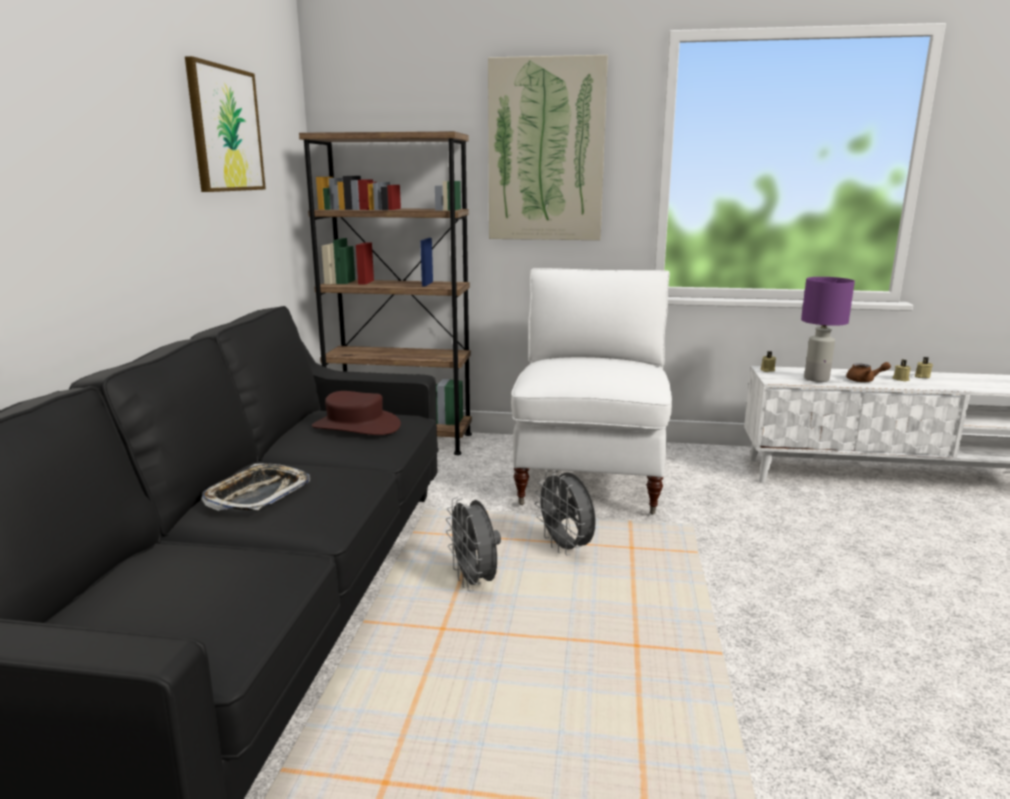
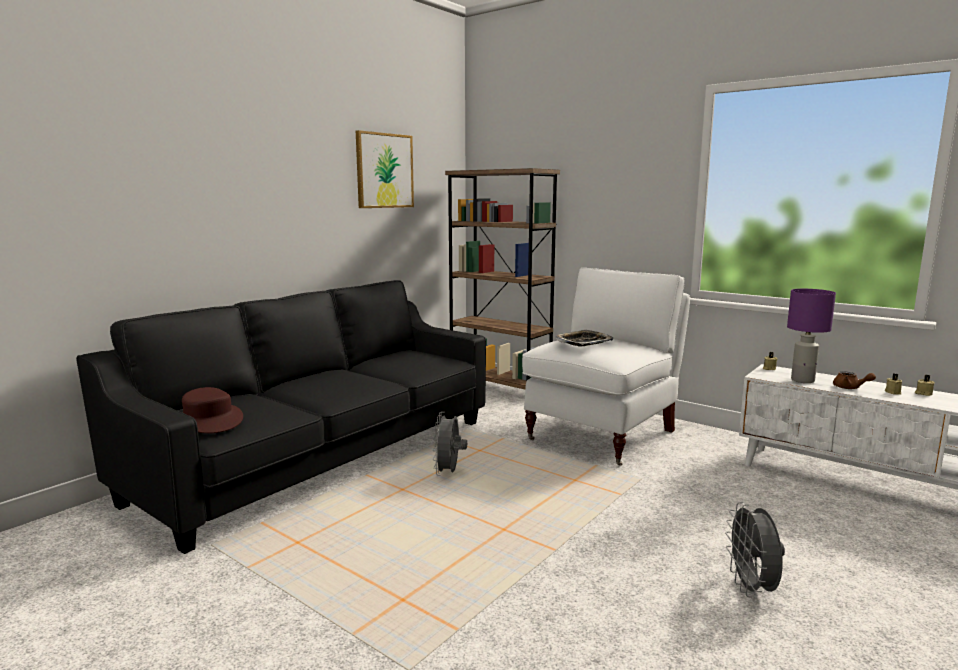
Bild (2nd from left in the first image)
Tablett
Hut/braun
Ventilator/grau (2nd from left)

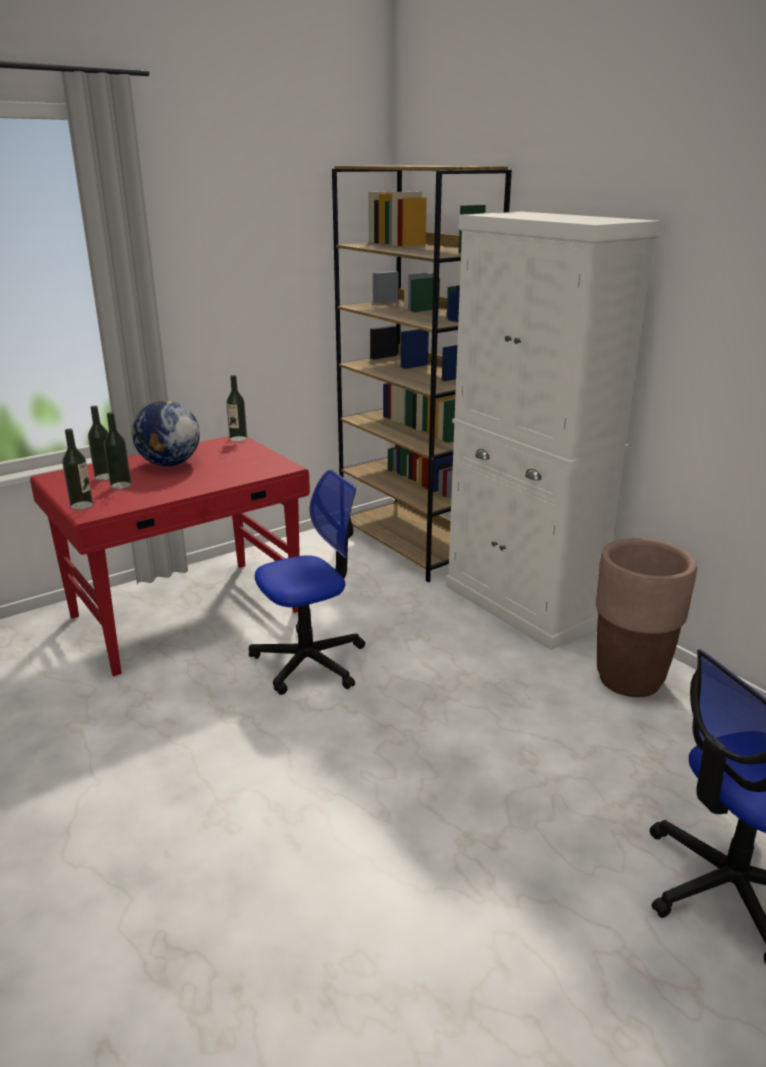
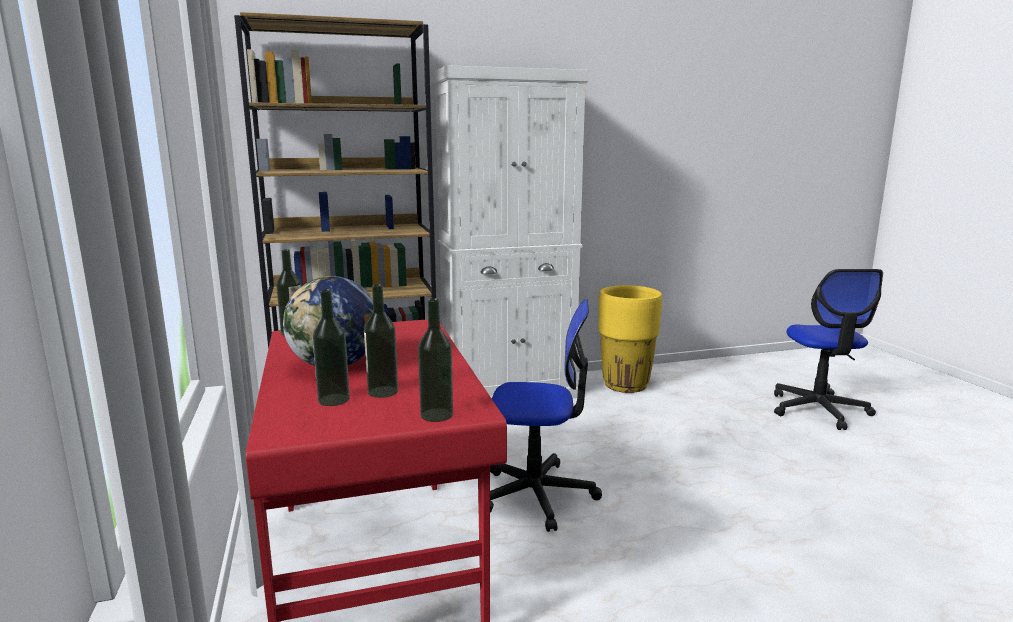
Pflanzkübel/gelb
Bürostuhl (1st from left)

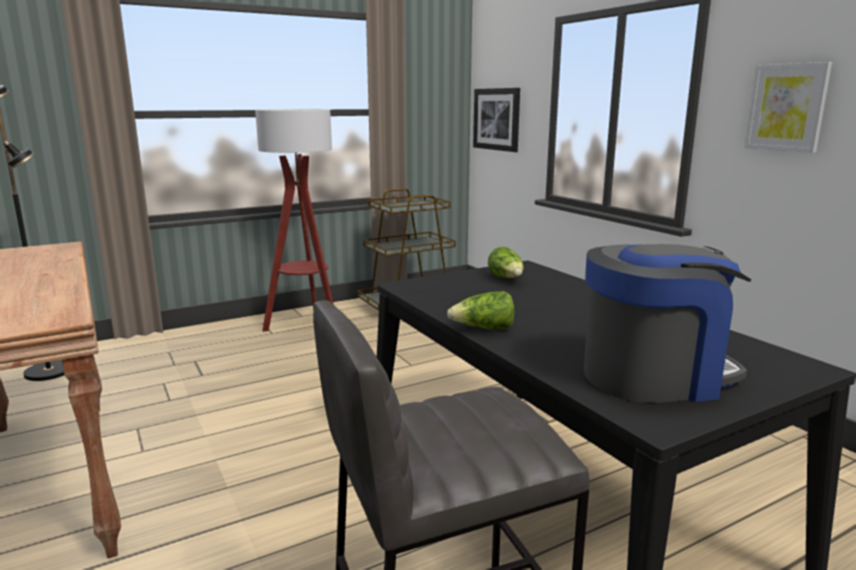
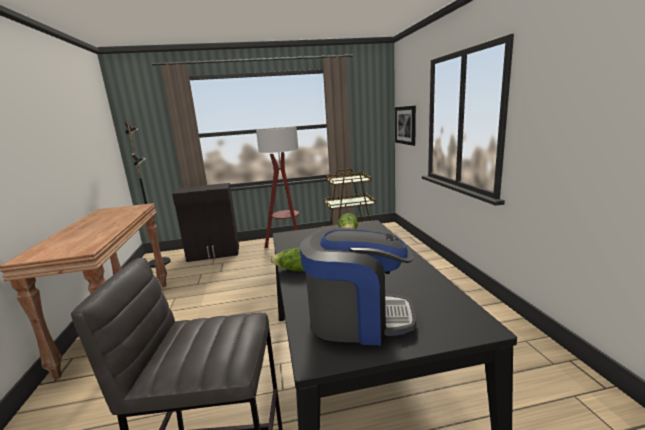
Bild (2nd from left in the first image)
Schrank/schwarz

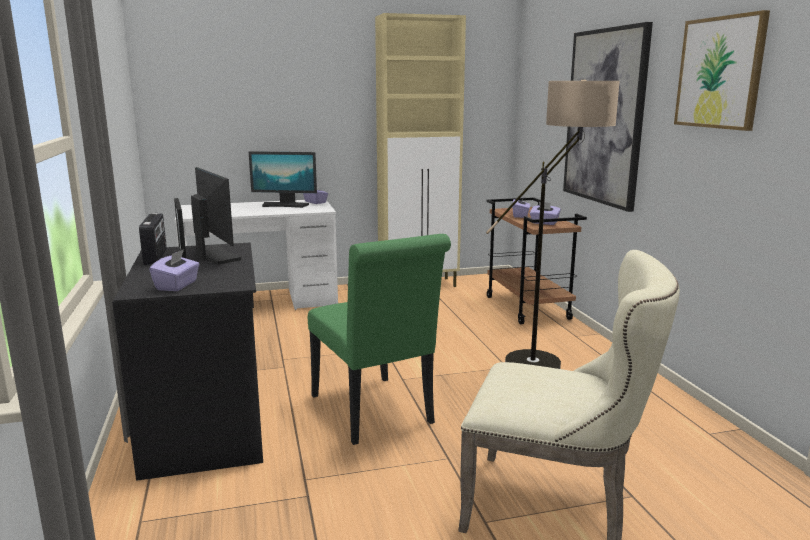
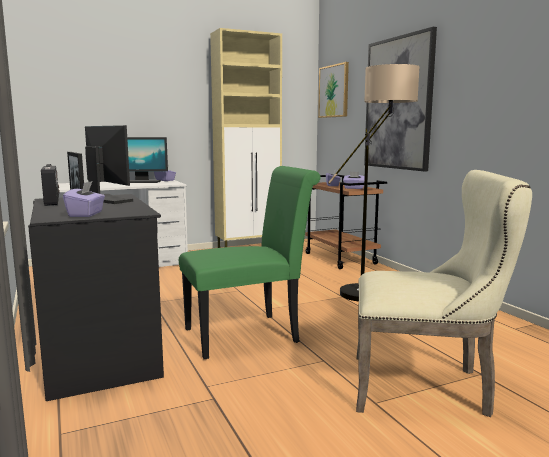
Bild (1st from left)
Stuhl/grün

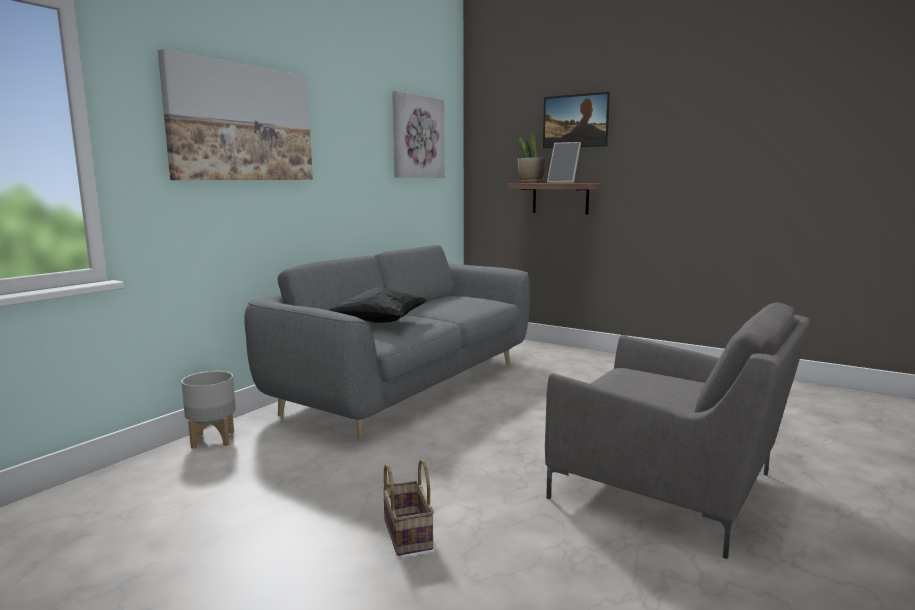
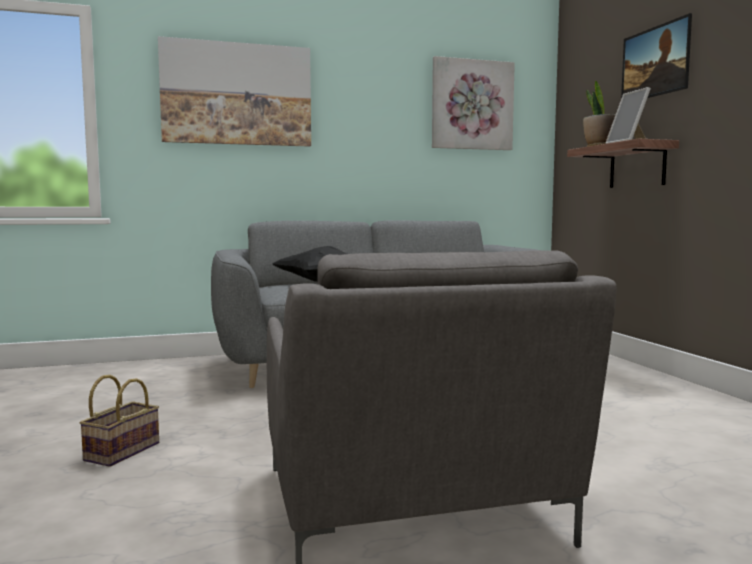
Pflanzkübel/grau

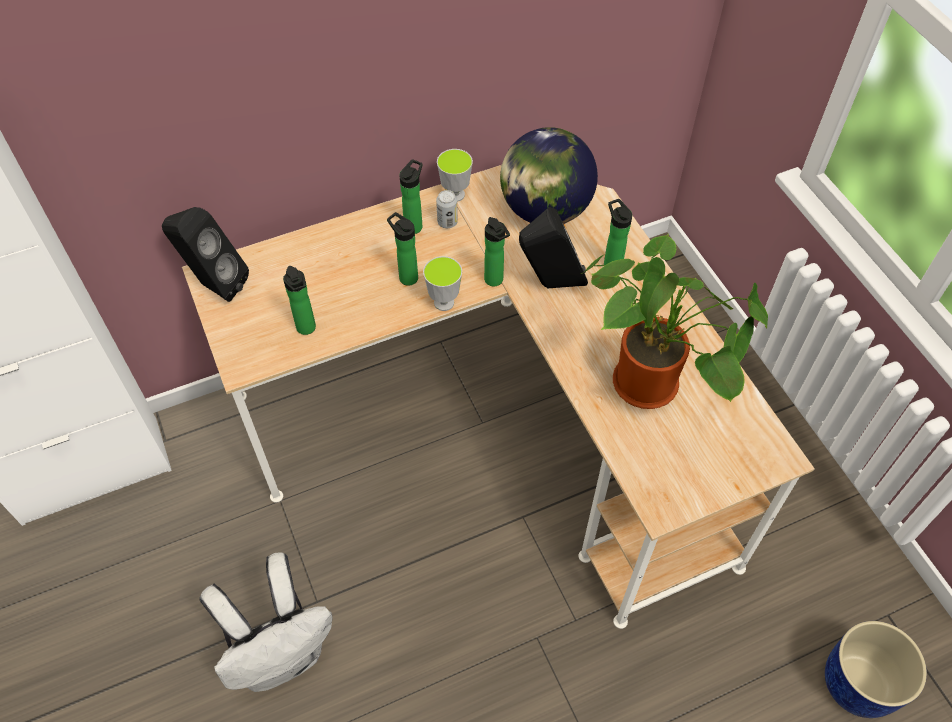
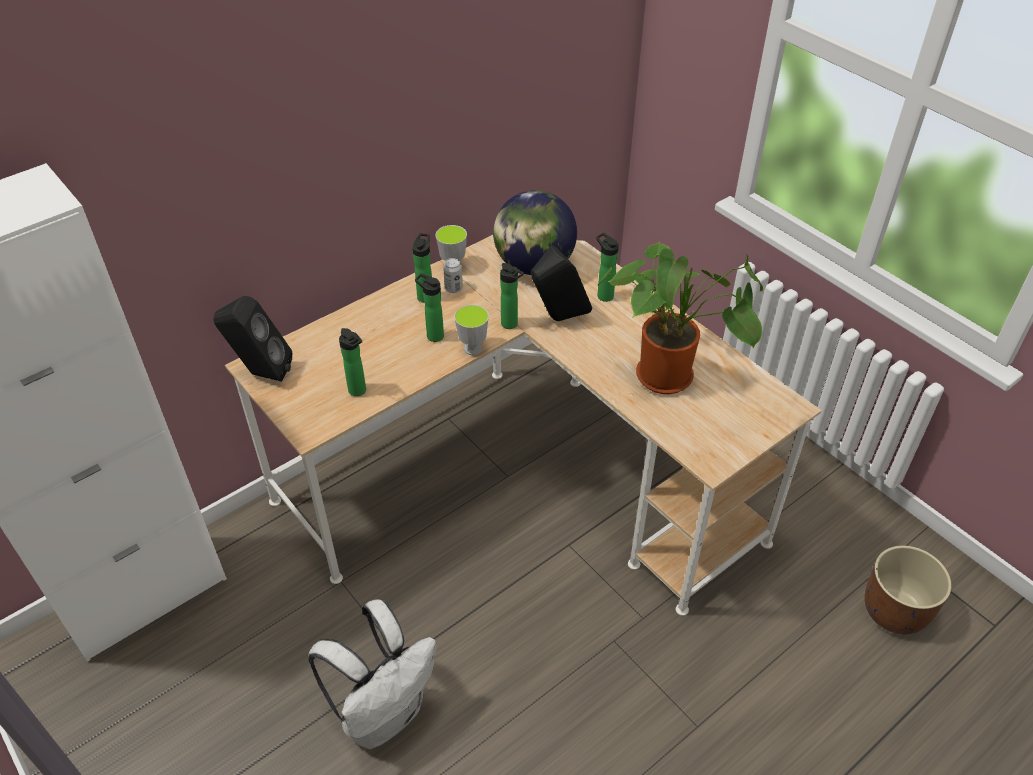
Pflanzkübel/braun

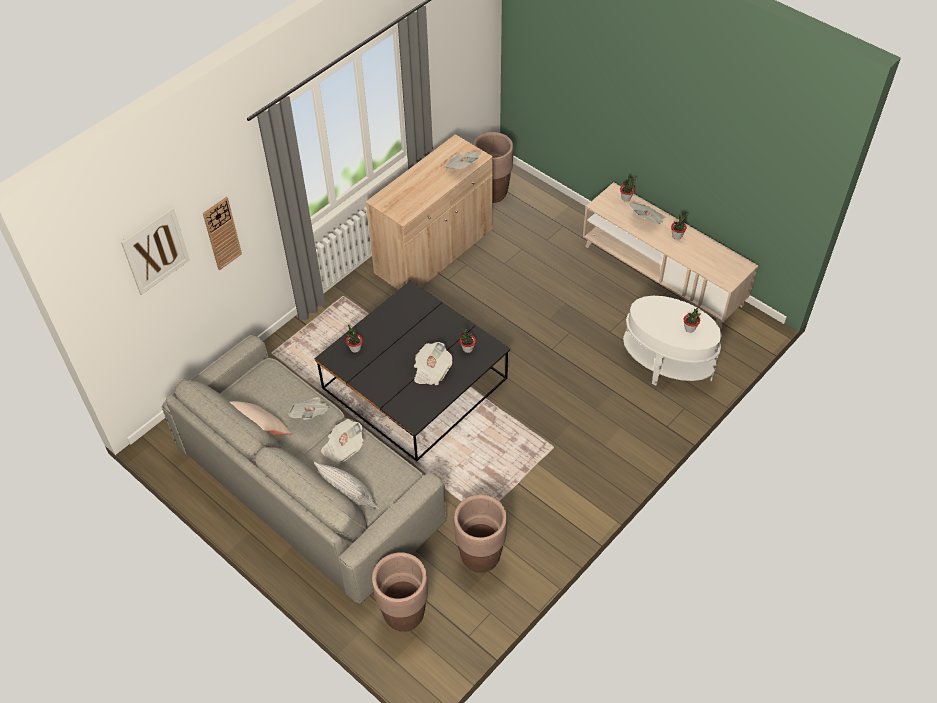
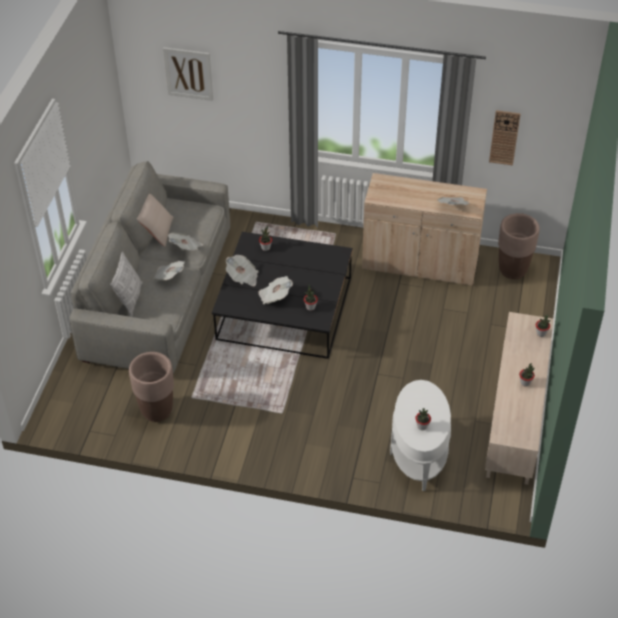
Pflanzkübel/braun (1st from left in the first image)
Wanduhr
Zeitung (3rd from left)

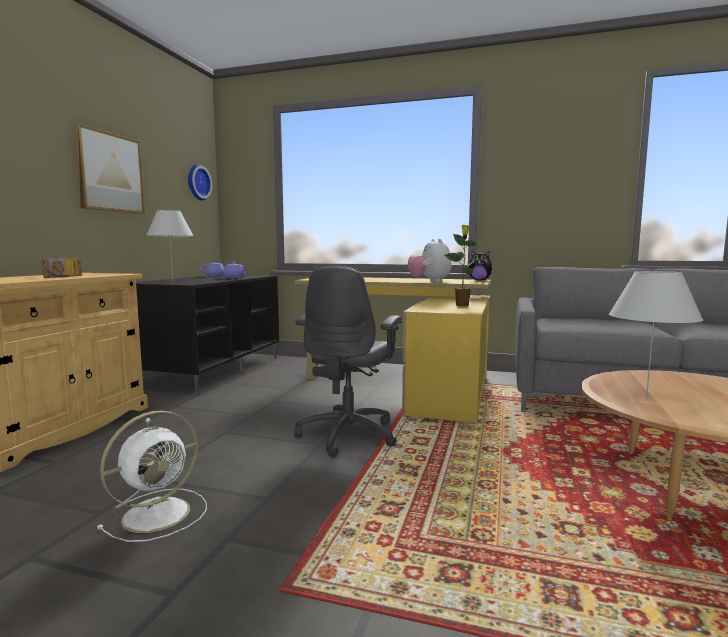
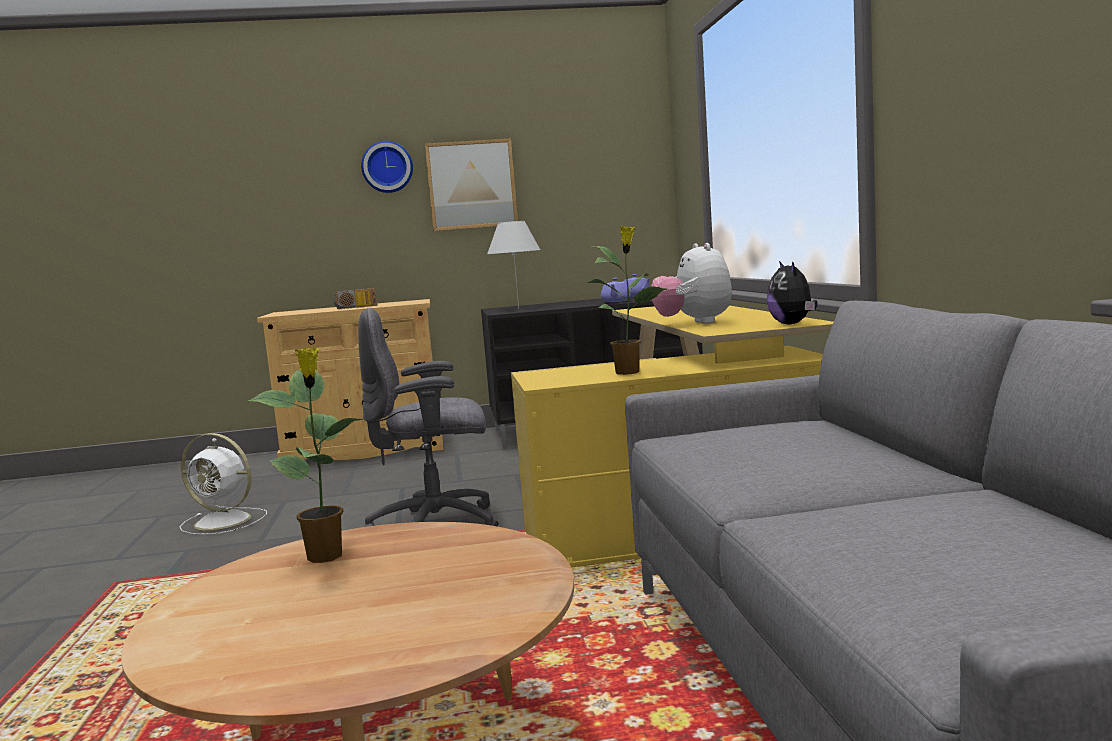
Wanduhr
Topfpflanze (1st from left)
Plüschtier (1st from left)

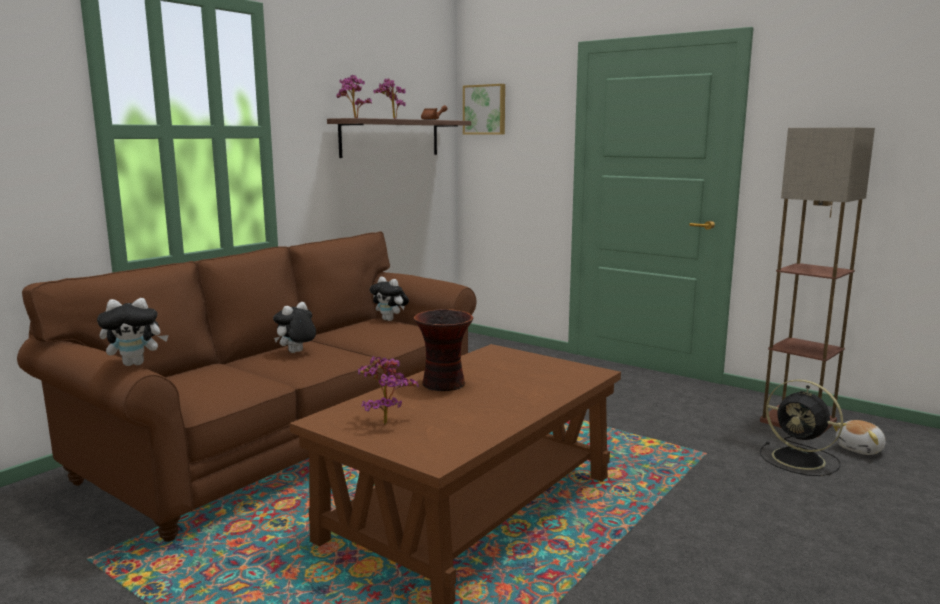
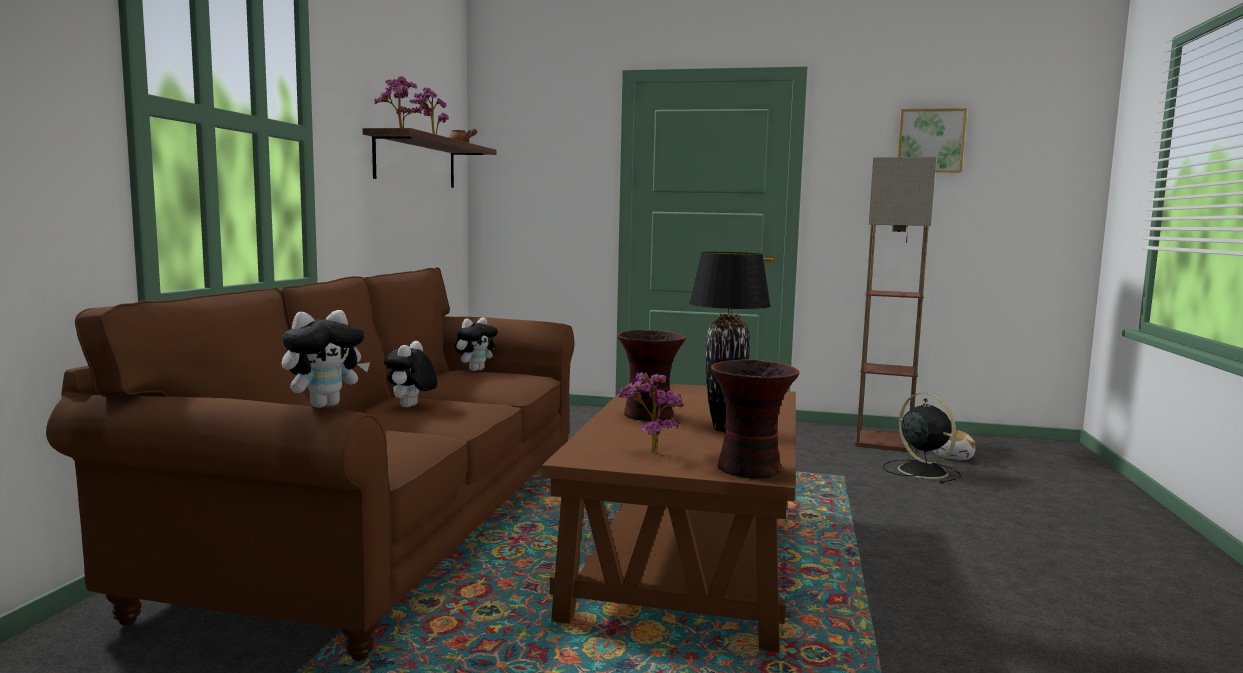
Tischlampe/schwarz
Vase (2nd from left)
Bild
Plüschtier (3rd from left)
Ventilator/schwarz

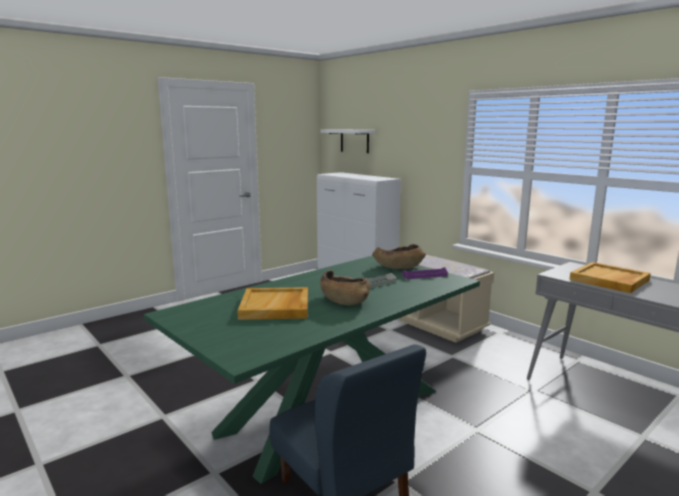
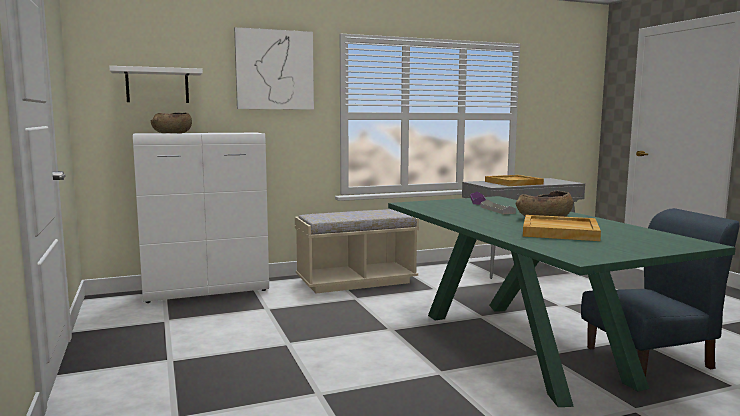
Bild
Schüssel/braun (1st from left)

